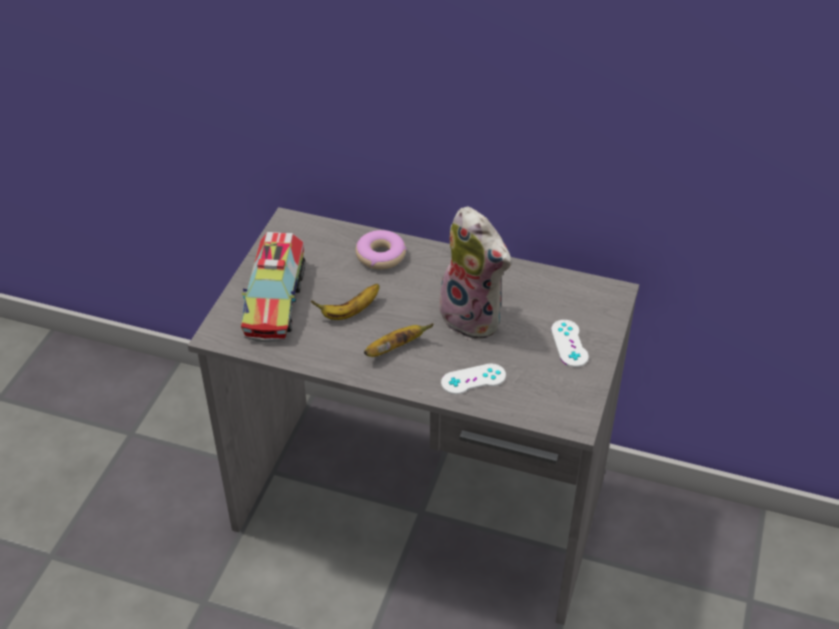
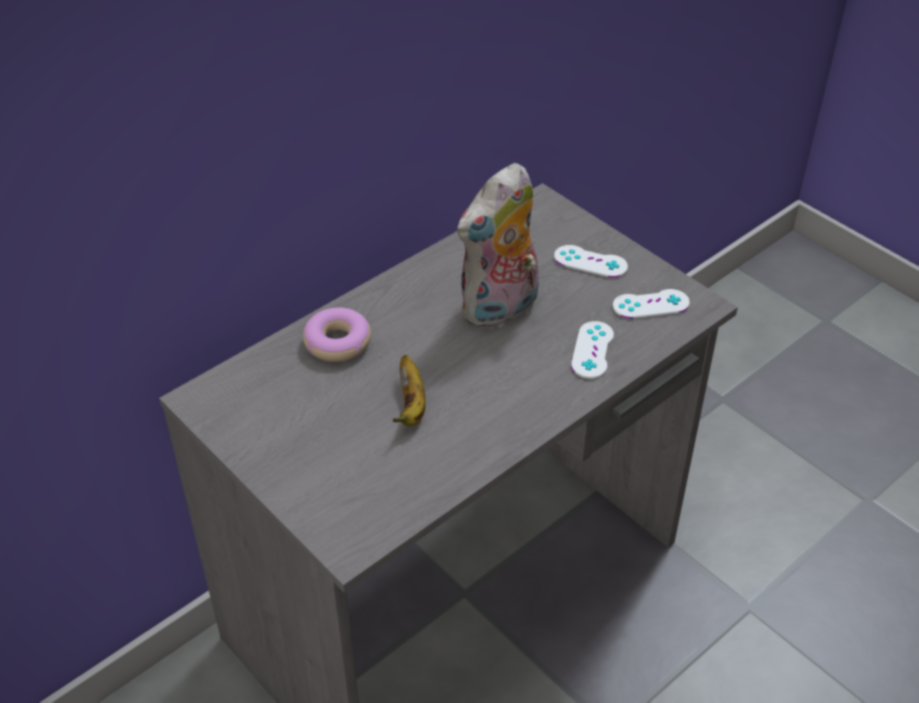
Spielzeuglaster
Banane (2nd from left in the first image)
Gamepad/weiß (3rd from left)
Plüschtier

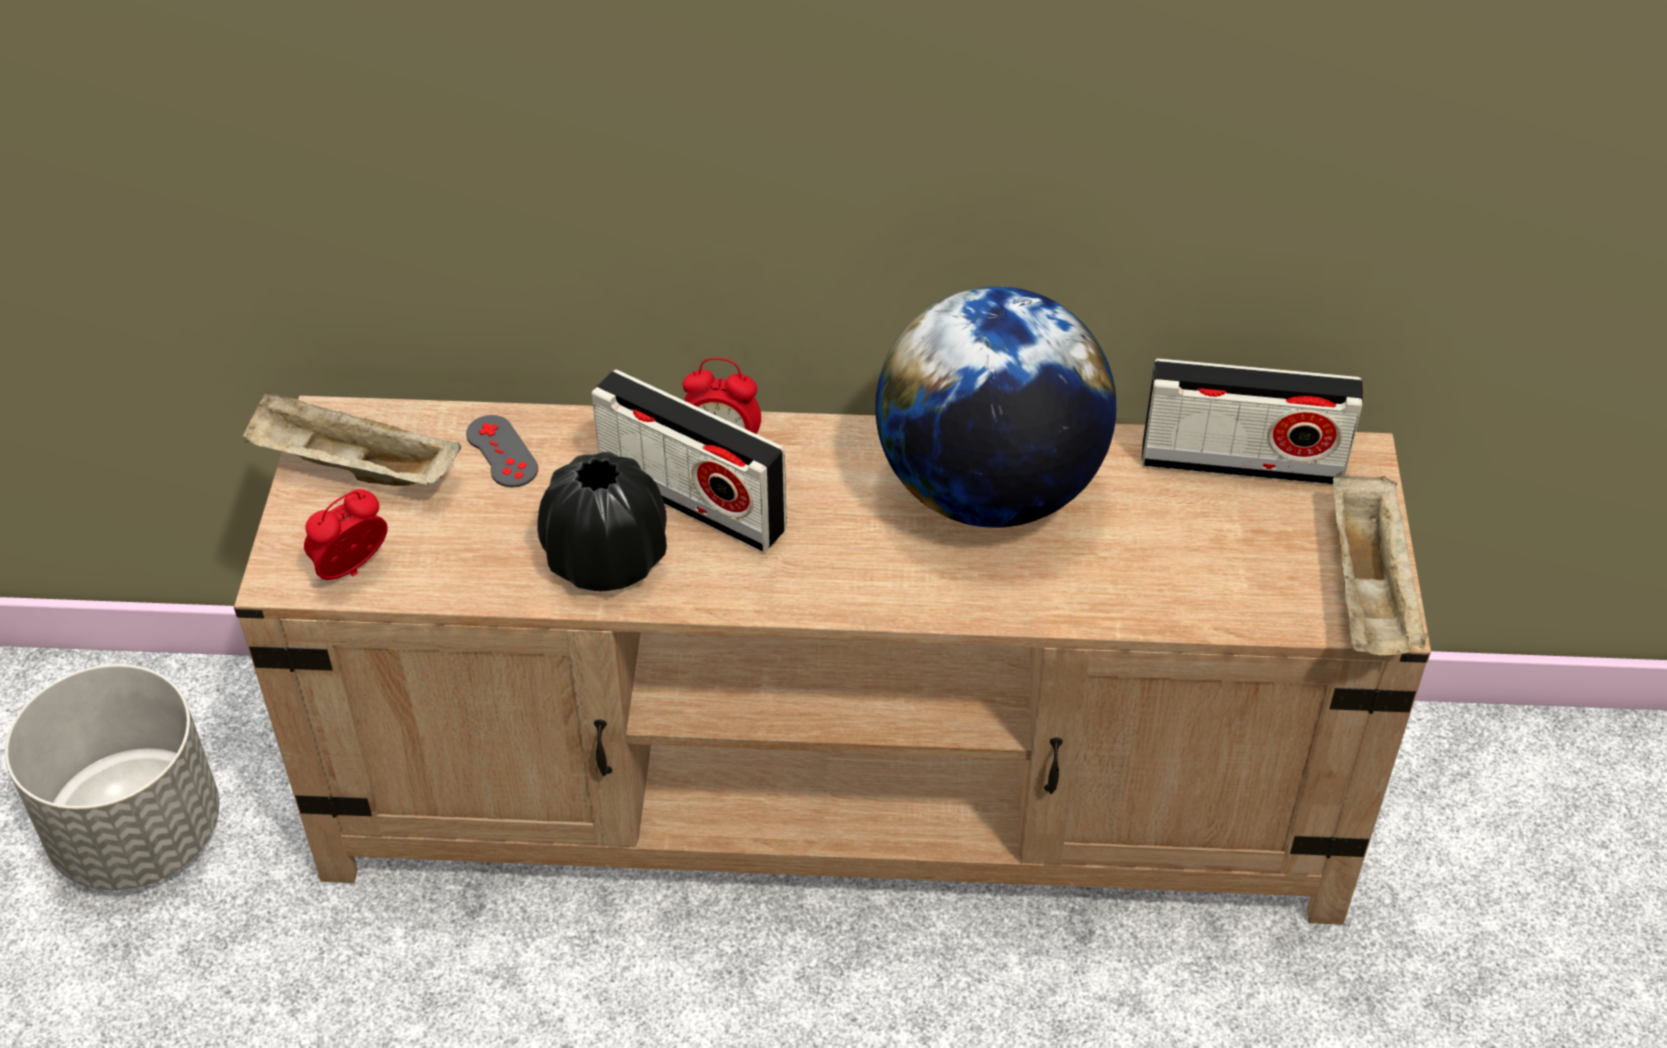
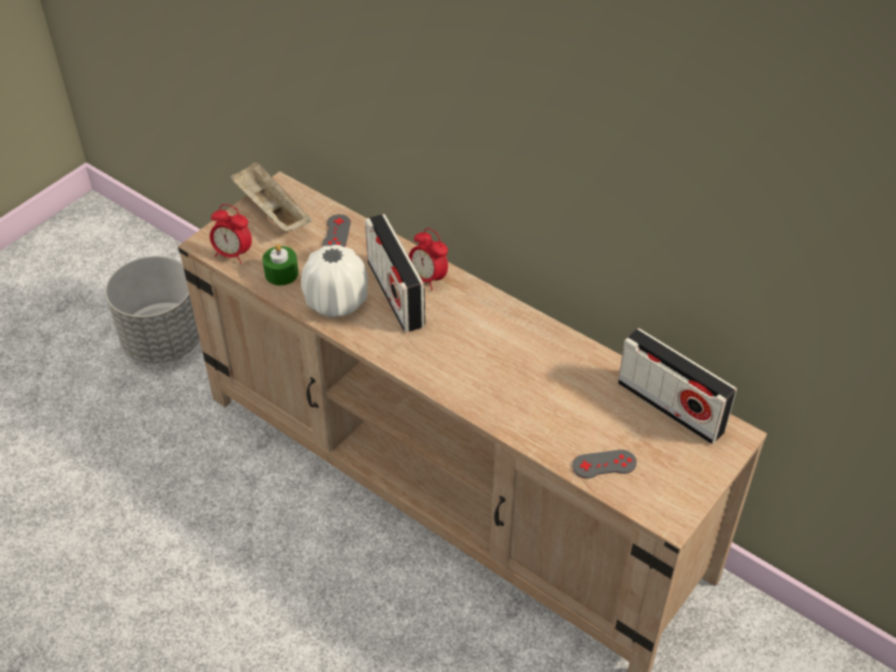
Globus
Tablett/beige (2nd from left in the first image)
Kerze/grün
Gamepad/grau (2nd from left)
Vase/weiß
Wecker (1st from left)

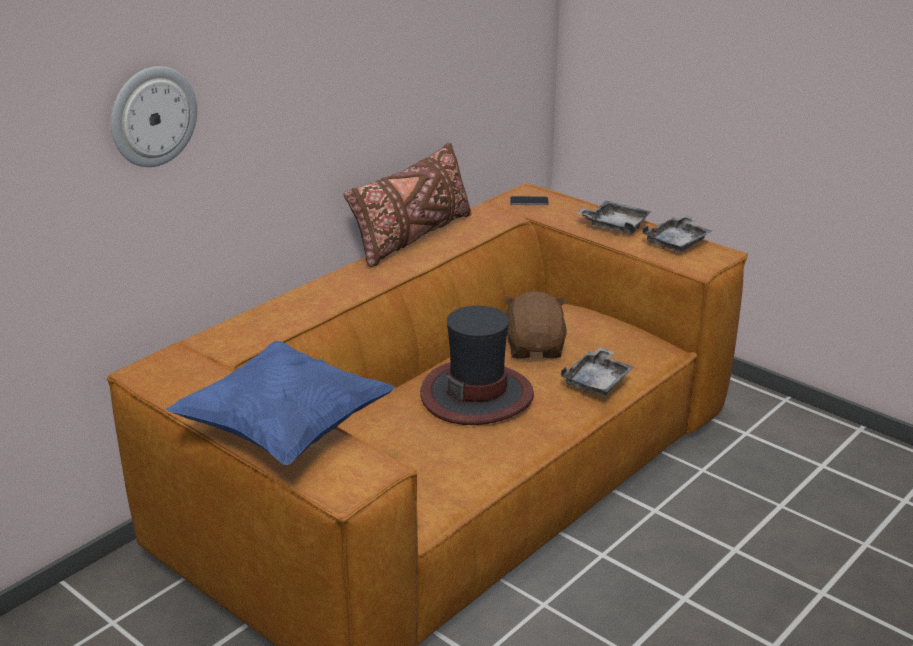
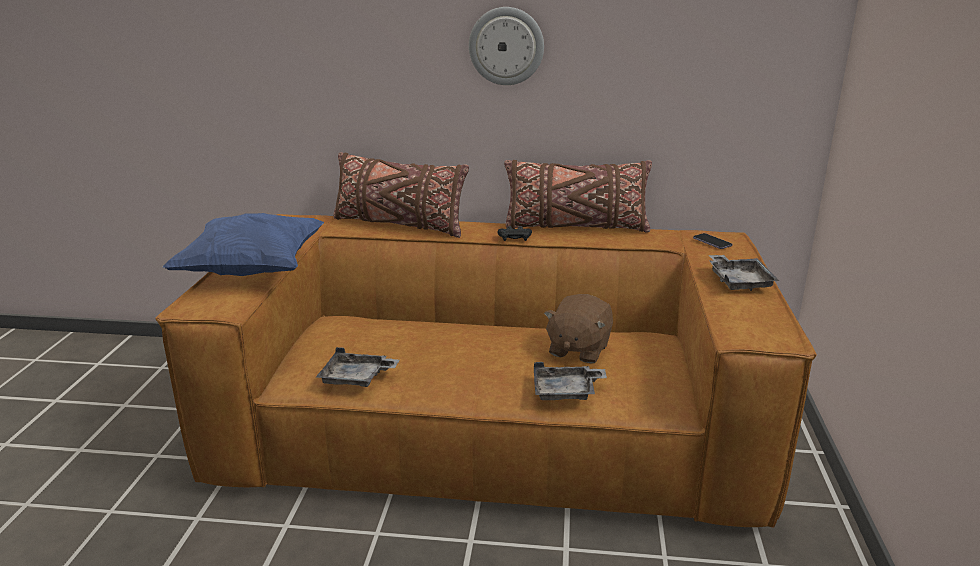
Hut
Kissen/braun (1st from left)
Gamepad/schwarz
Wanduhr
Tablett/grau (1st from left)
Plüschtier/braun

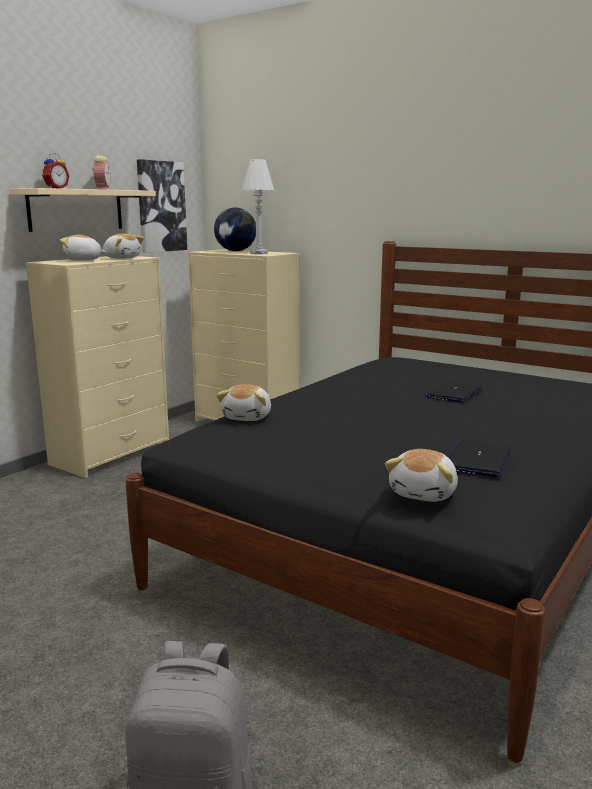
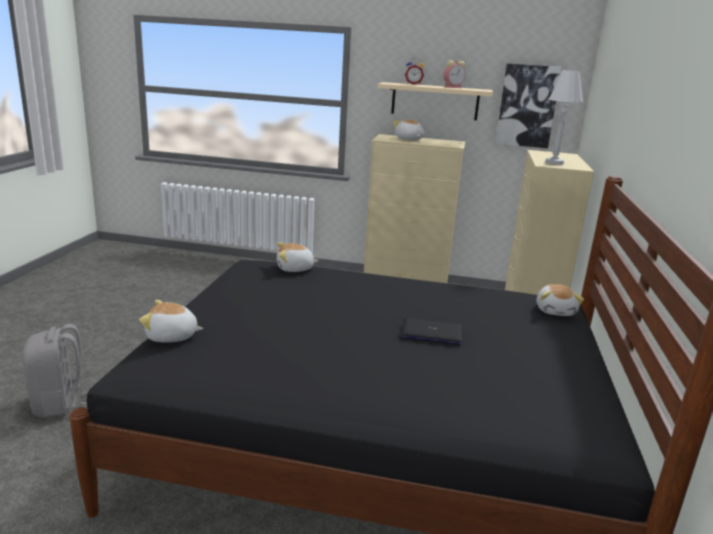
Globus
Laptop (2nd from left in the first image)
Plüschtier (4th from left)

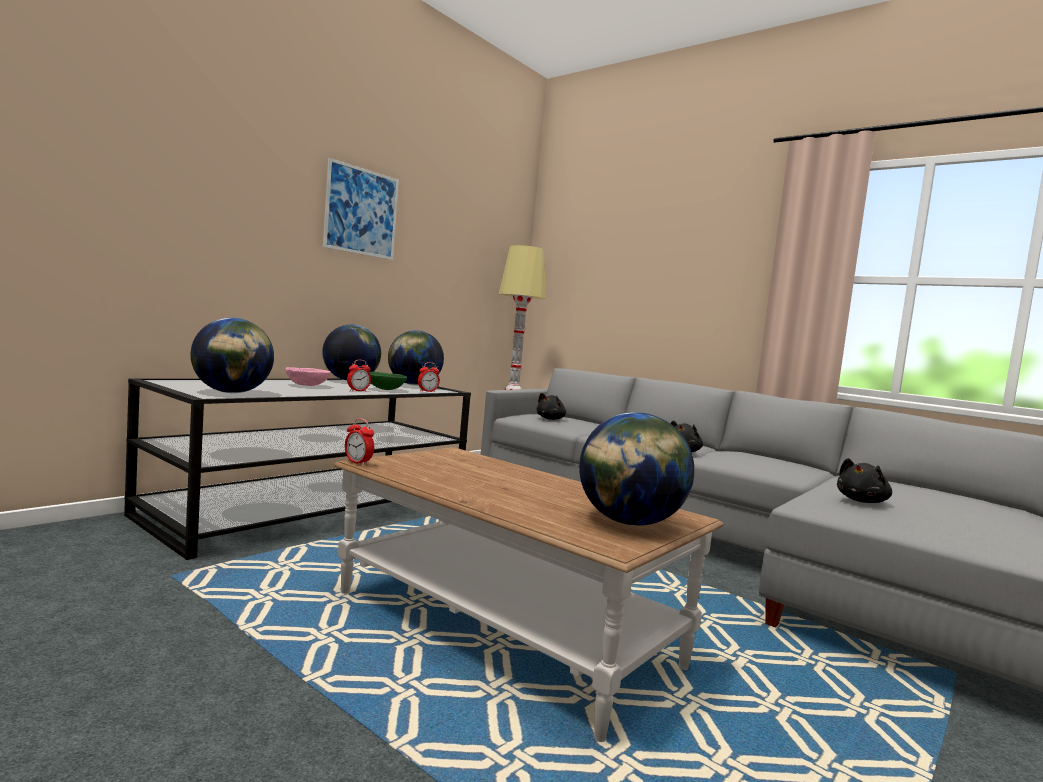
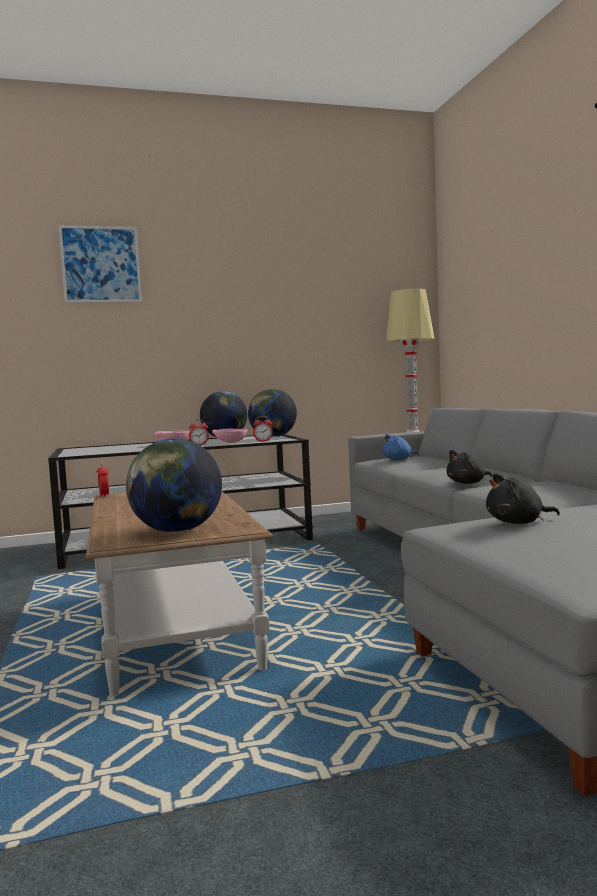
Globus (1st from left in the first image)
Bild
Schüssel/rosa (2nd from left)
Plüschtier/blau

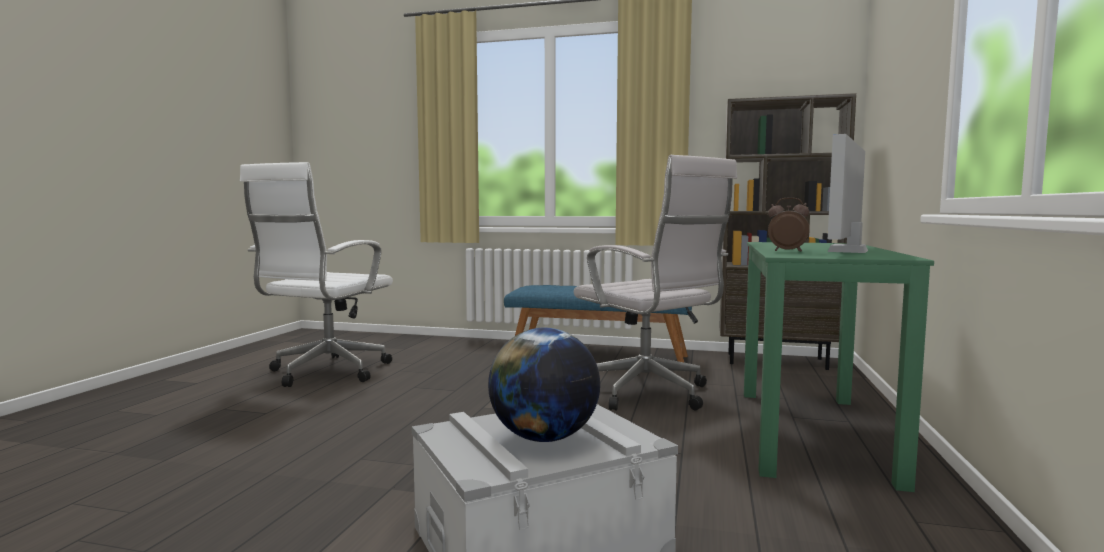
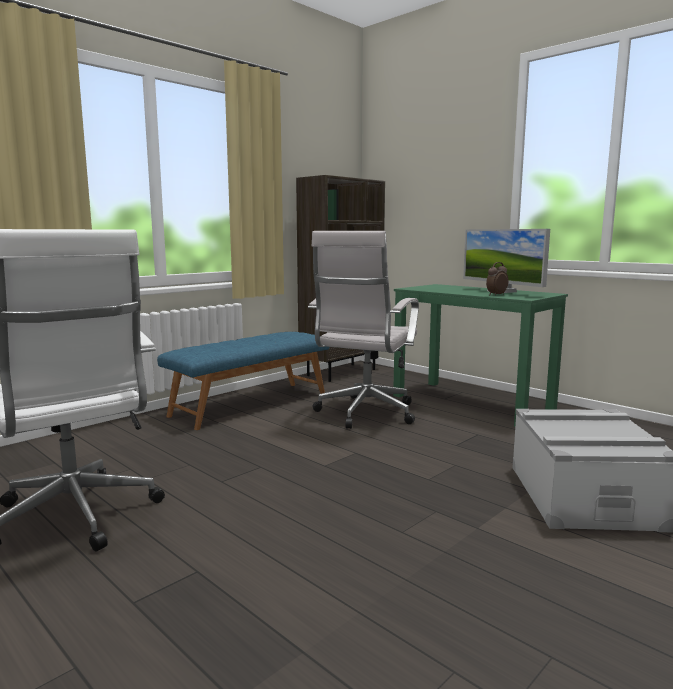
Globus
Bürostuhl/weiß (2nd from left)

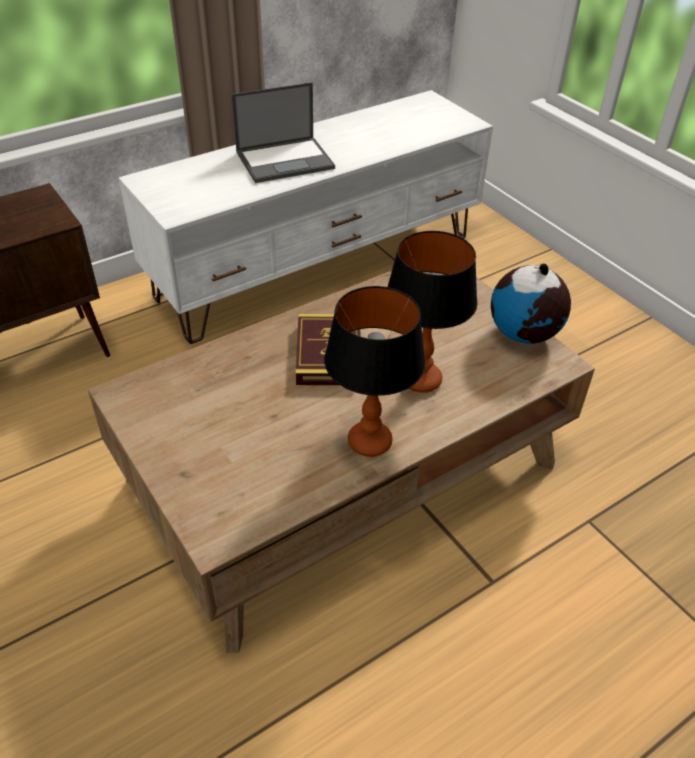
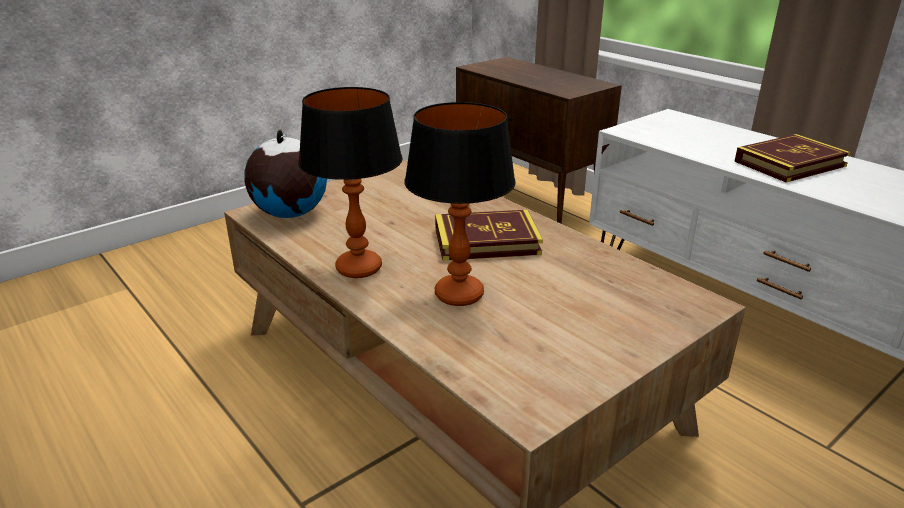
Globus
Buch (2nd from left)

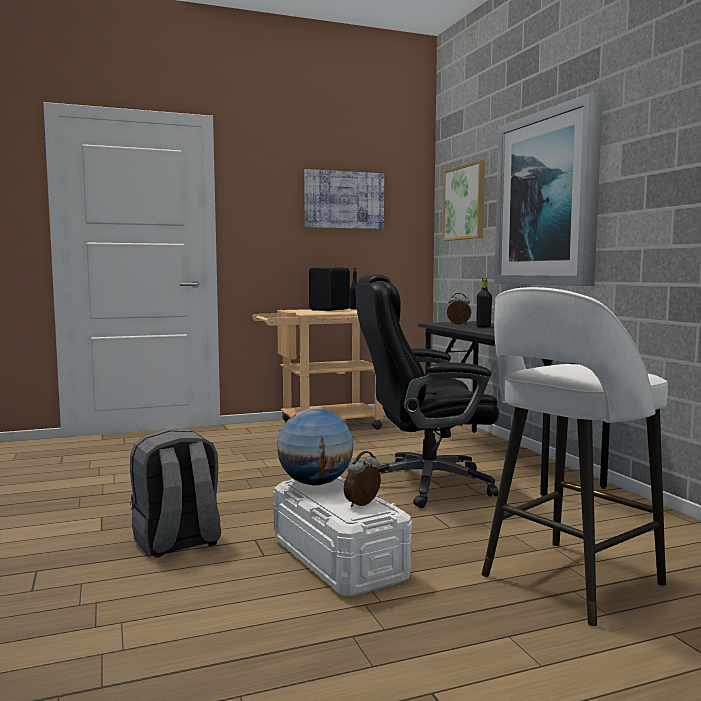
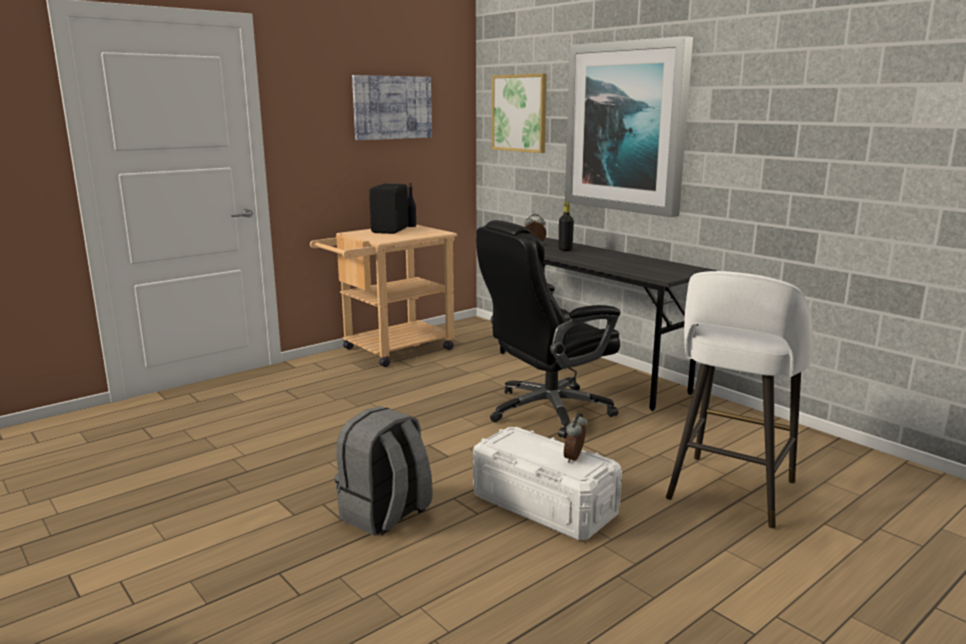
Globus

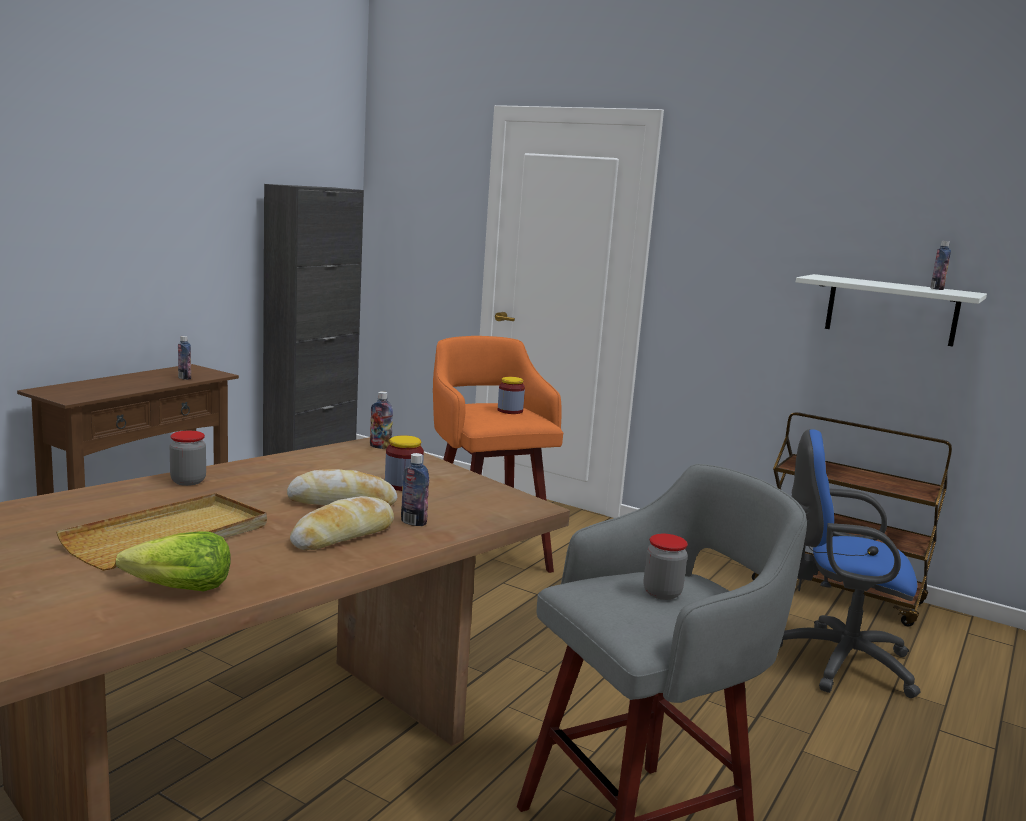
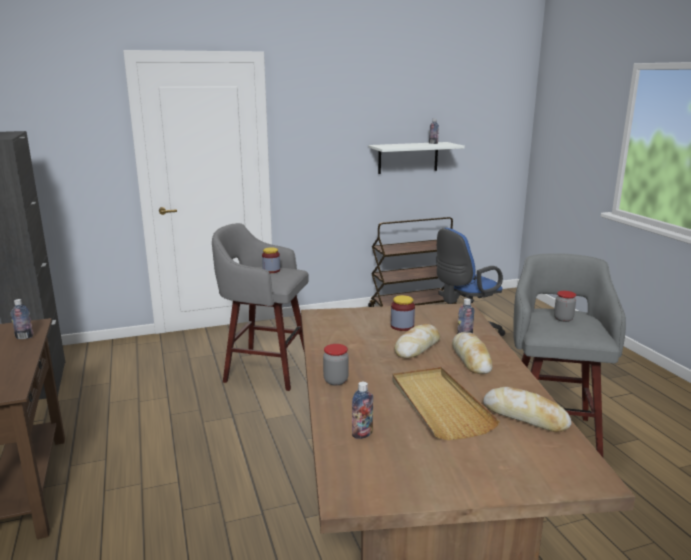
Flasche (2nd from left)
Brot (3rd from left)
Hocker/grau (1st from left)

